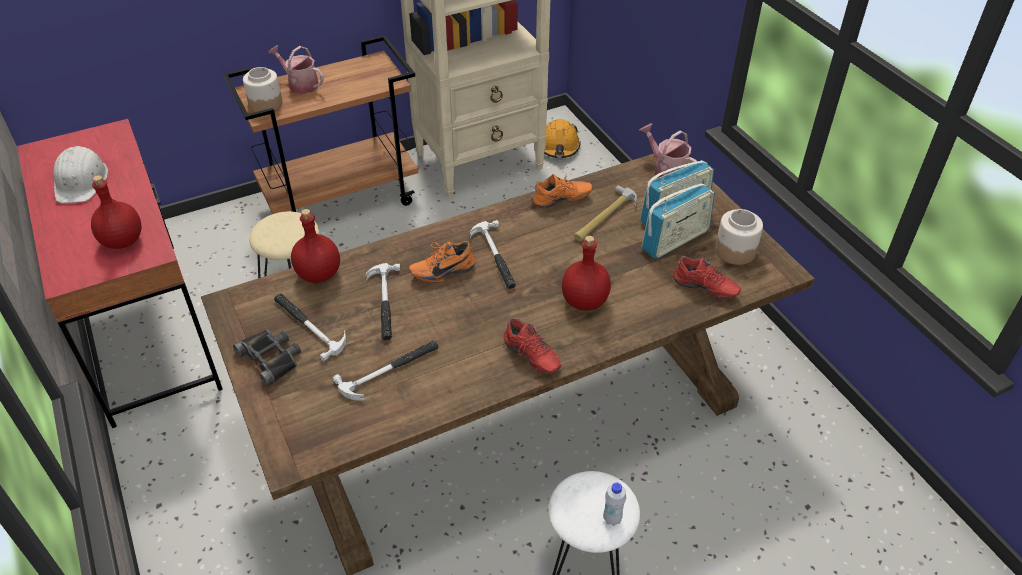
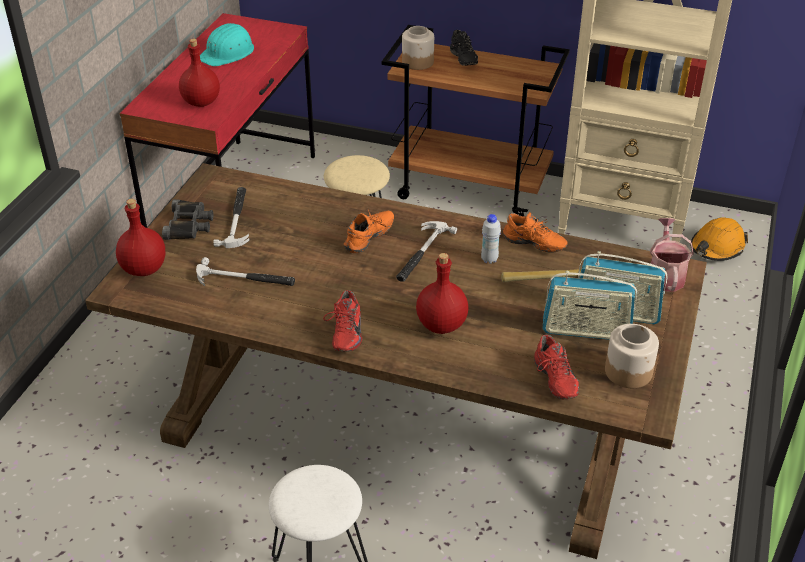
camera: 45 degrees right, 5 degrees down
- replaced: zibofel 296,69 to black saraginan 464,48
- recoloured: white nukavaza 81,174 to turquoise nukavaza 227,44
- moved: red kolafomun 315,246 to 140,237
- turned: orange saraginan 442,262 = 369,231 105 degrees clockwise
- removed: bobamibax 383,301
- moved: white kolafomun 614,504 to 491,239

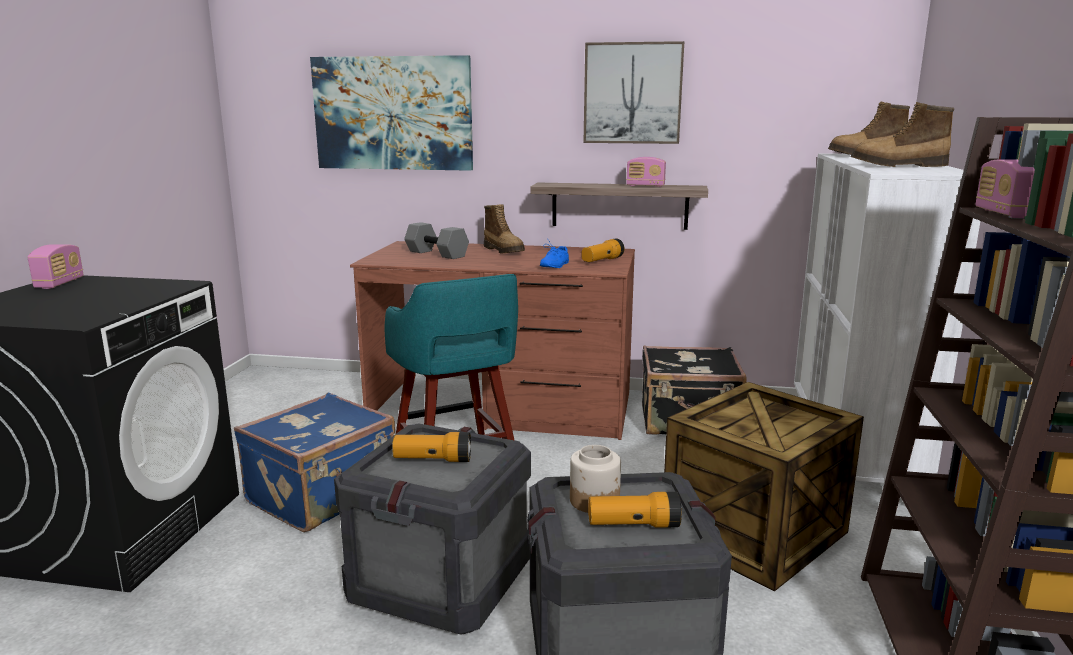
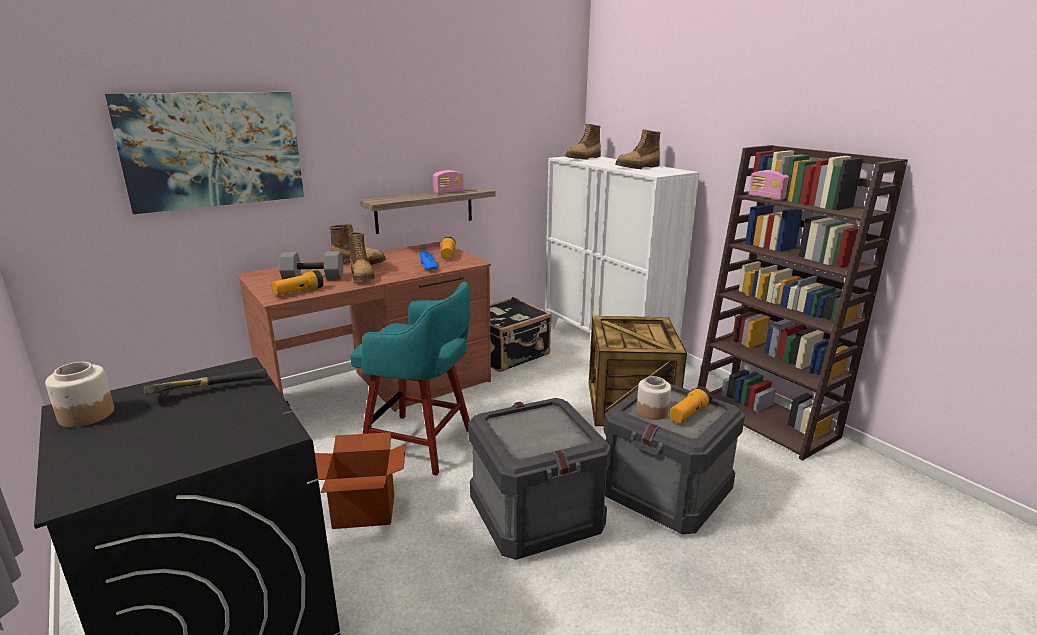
camera: 45 degrees left, 5 degrees up
- removed: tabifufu 633,92
- replaced: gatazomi 55,266 to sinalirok 79,395
- replaced: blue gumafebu 314,462 to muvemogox 360,480
- moved: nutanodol 431,447 to 298,283
- added: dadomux 361,256
- added: bobamibax 205,381

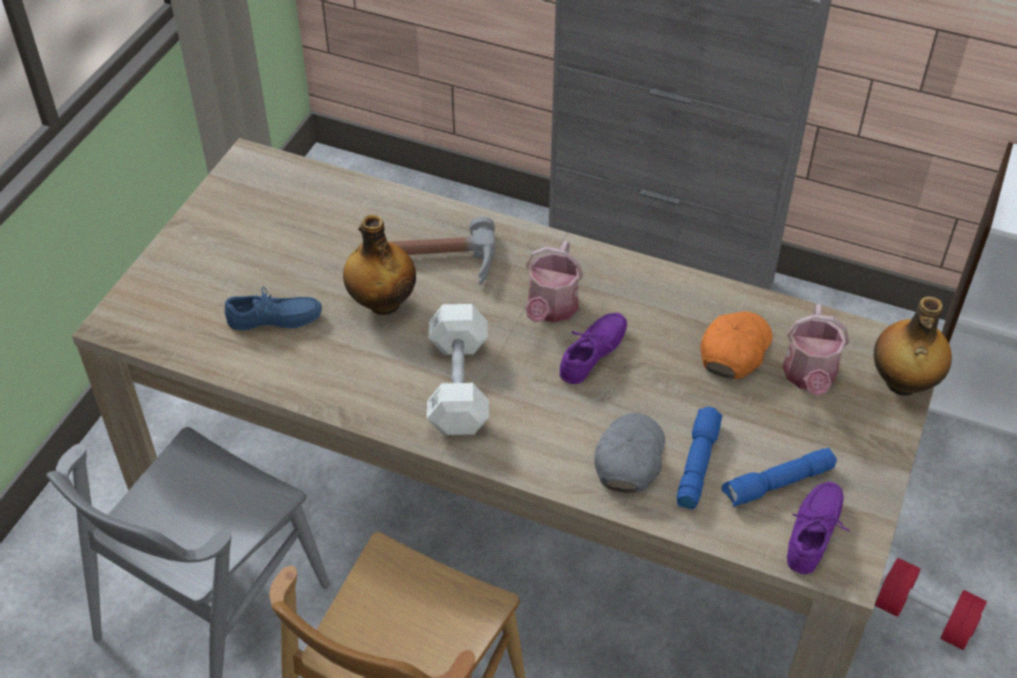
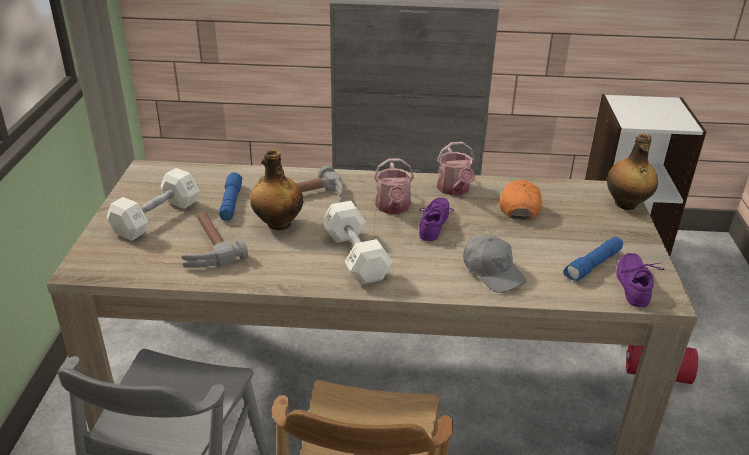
camera: 20 degrees left, 15 degrees down
- replaced: blue saraginan 273,308 to bobamibax 214,240
- moved: zibofel 816,350 to 456,169
- moved: blue nutanodol 700,458 to 230,196
- turned: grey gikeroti 629,453 = 495,264 150 degrees clockwise
- added: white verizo 153,204

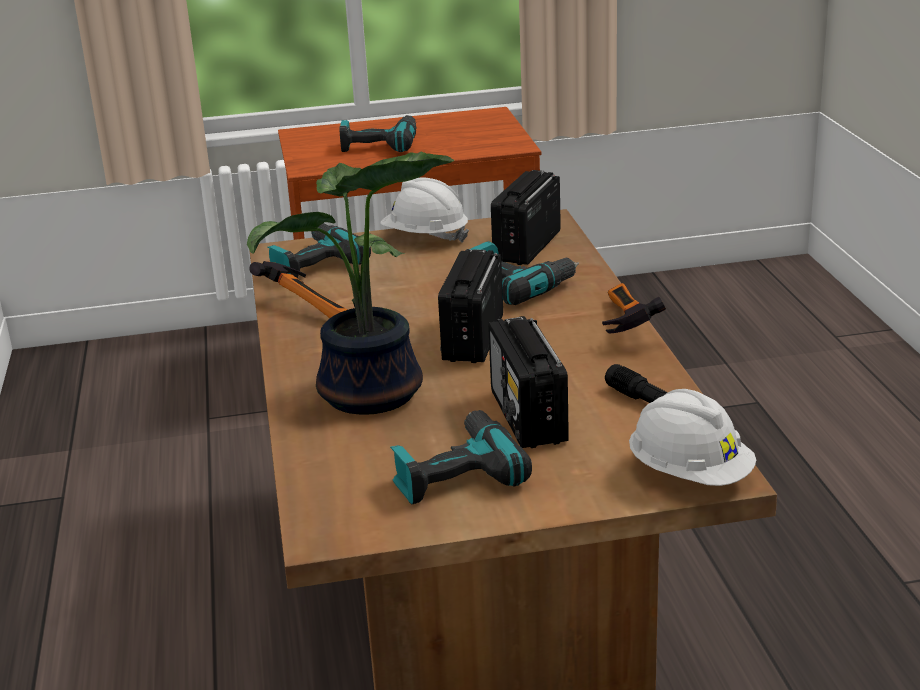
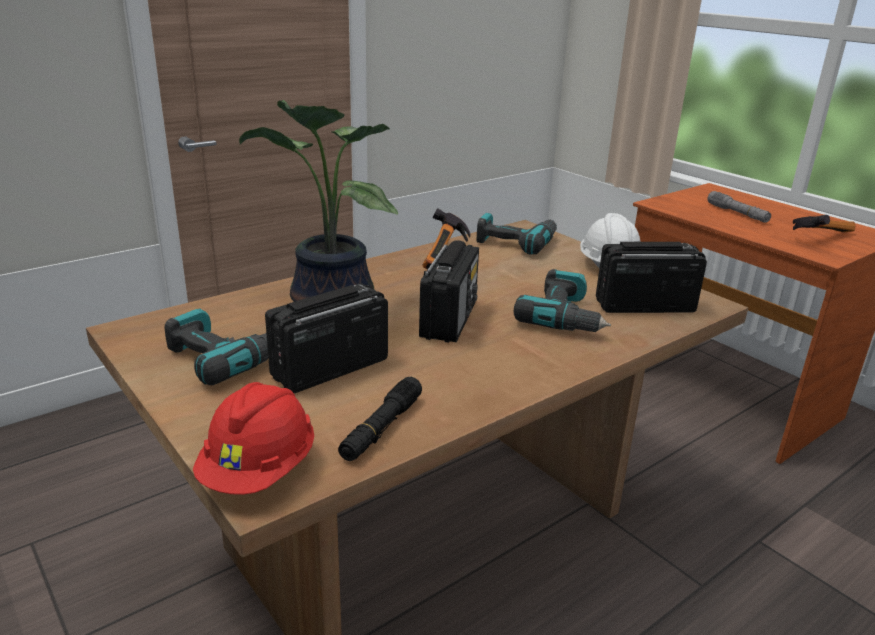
camera: 60 degrees right, 0 degrees up
- replaced: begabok 378,133 to grey nutanodol 739,207
- turned: gatazomi 470,306 = 449,291 120 degrees clockwise
- moved: bobamibax 634,308 to 824,223
- recoloured: white nukavaza 692,437 to red nukavaza 253,438

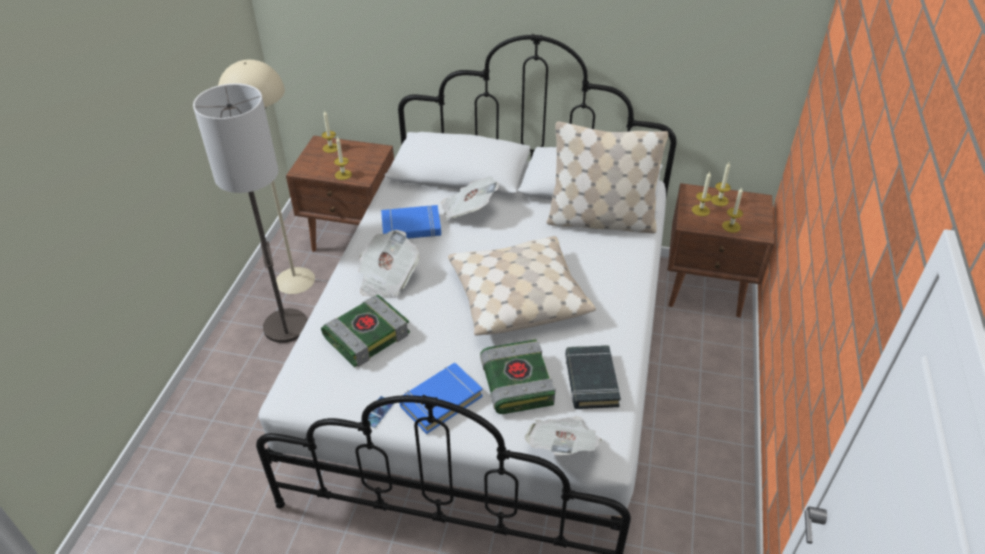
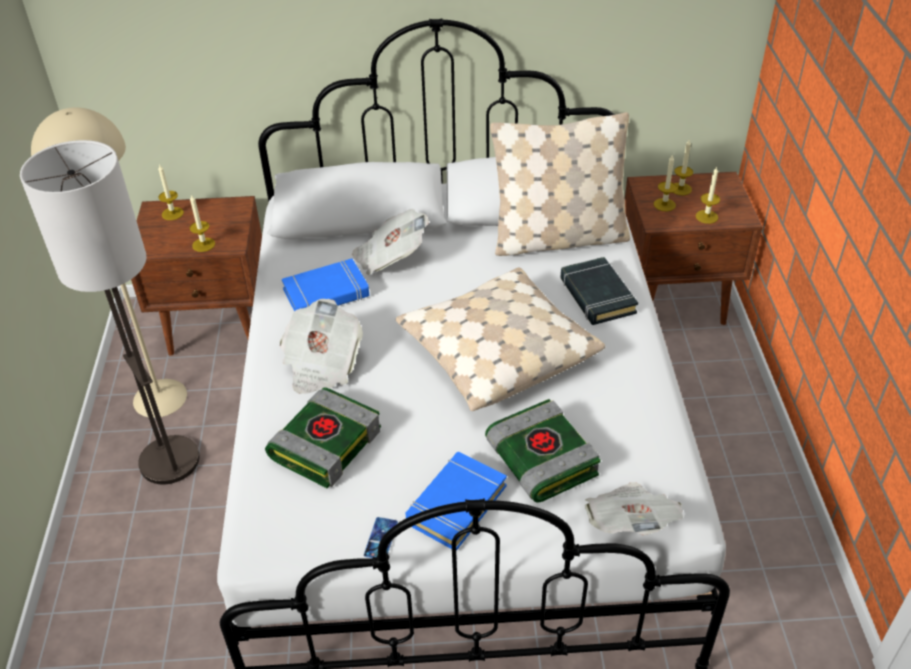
camera: 15 degrees left, 0 degrees up
- moved: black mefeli 593,377 to 599,291

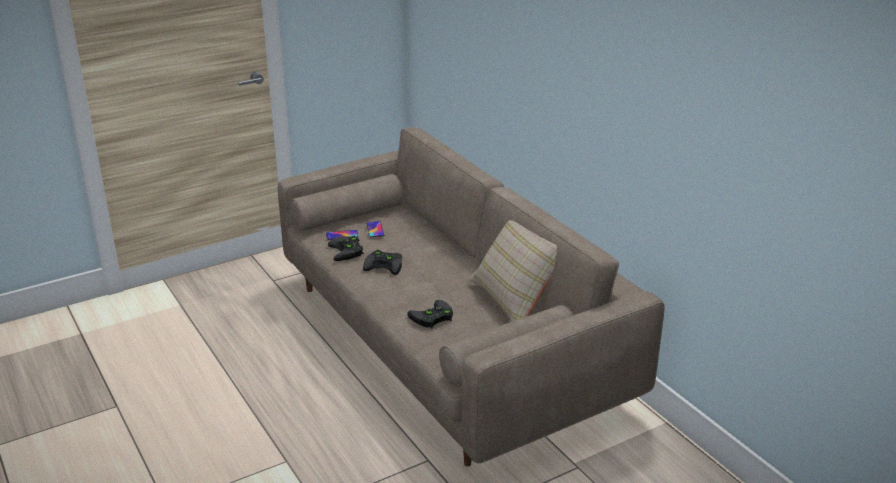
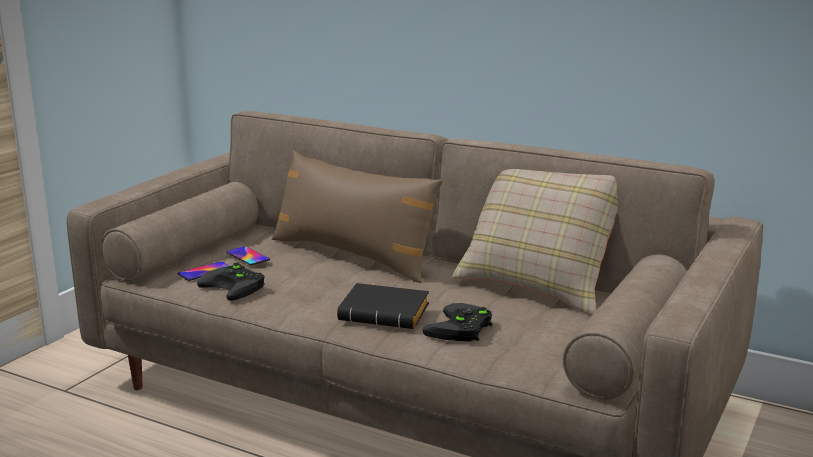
camera: 30 degrees left, 10 degrees down
- removed: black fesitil 382,262
- added: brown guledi 357,216
- added: black mefeli 383,306

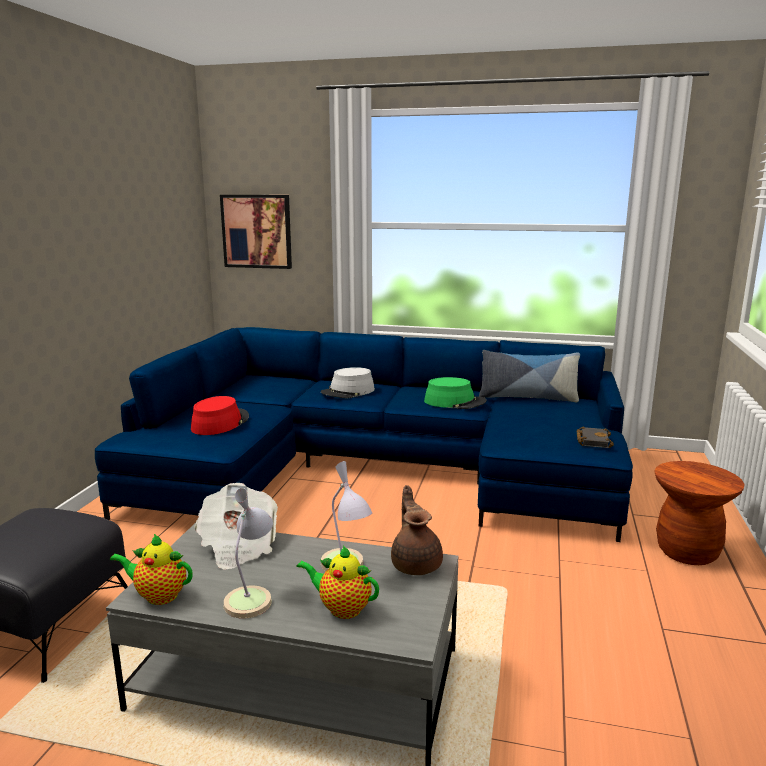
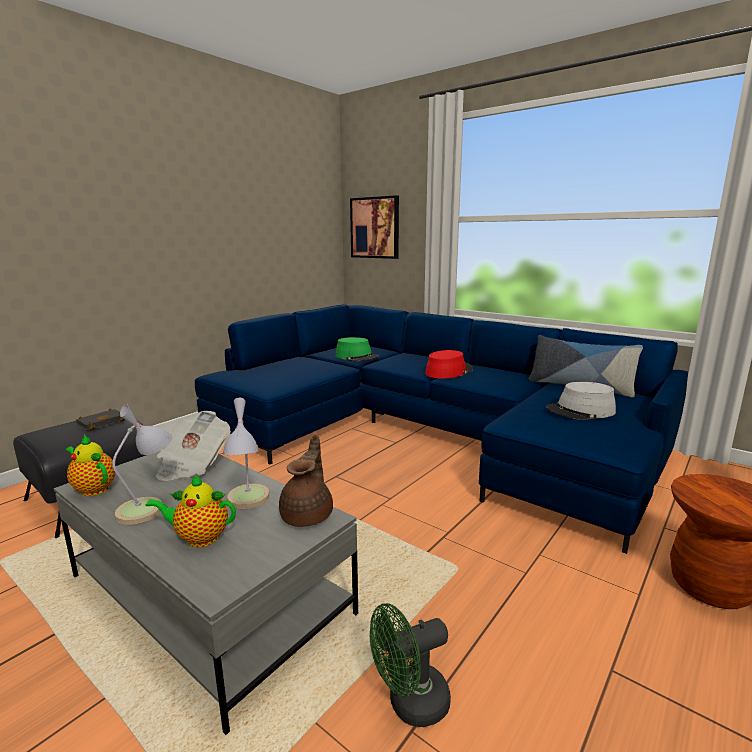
camera: 25 degrees right, 0 degrees up
- moved: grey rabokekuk 348,382 to 581,401
- moved: green rabokekuk 455,393 to 357,349
- moved: red rabokekuk 220,415 to 449,364
- moved: black mefeli 595,437 to 100,419
- turned: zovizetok 337,582 = 190,511 45 degrees counterclockwise
- added: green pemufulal 410,665

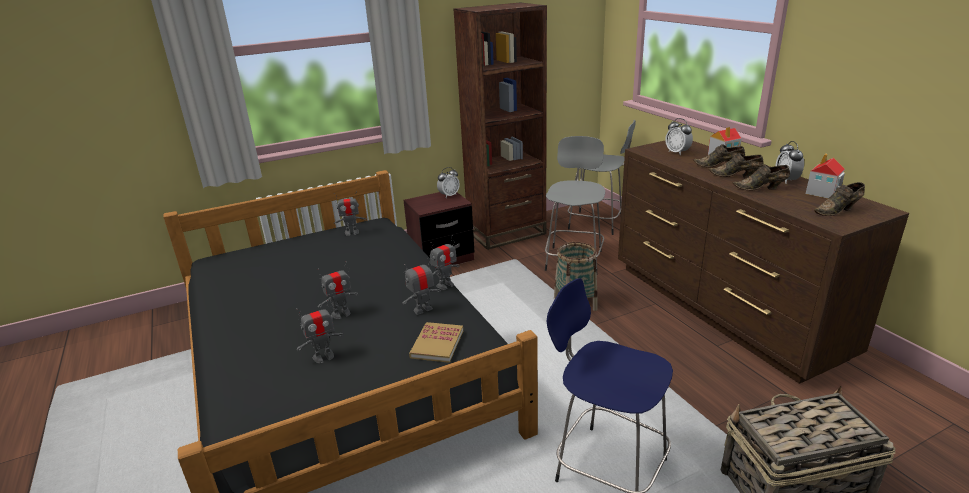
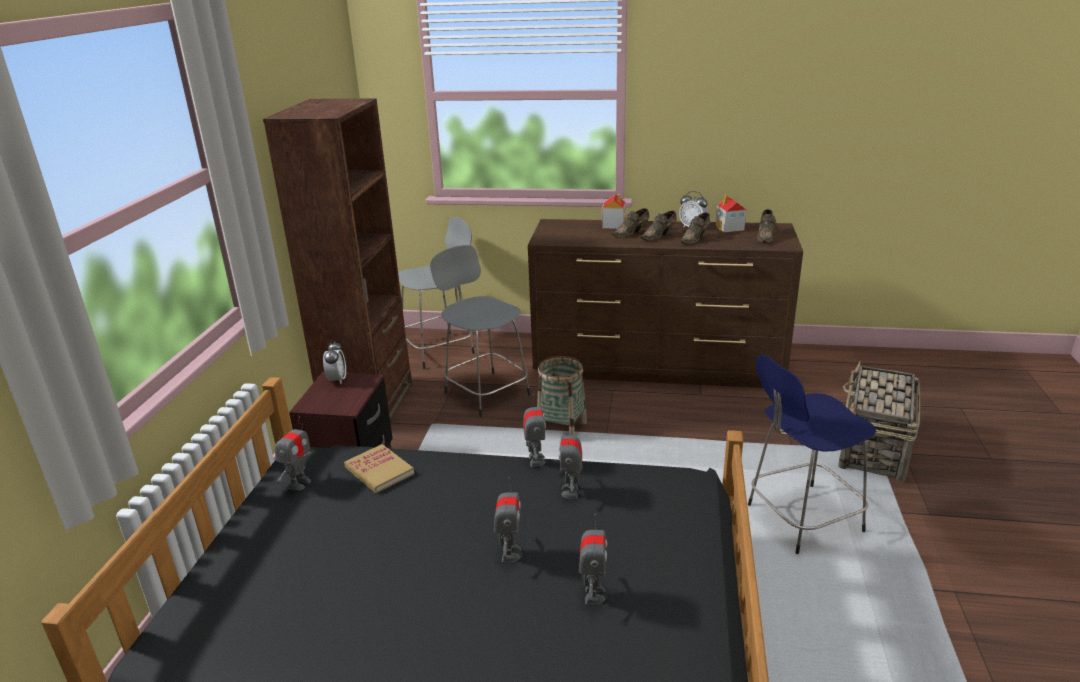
camera: 55 degrees left, 0 degrees up
- removed: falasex 679,136
- moved: mefeli 436,342 to 379,468

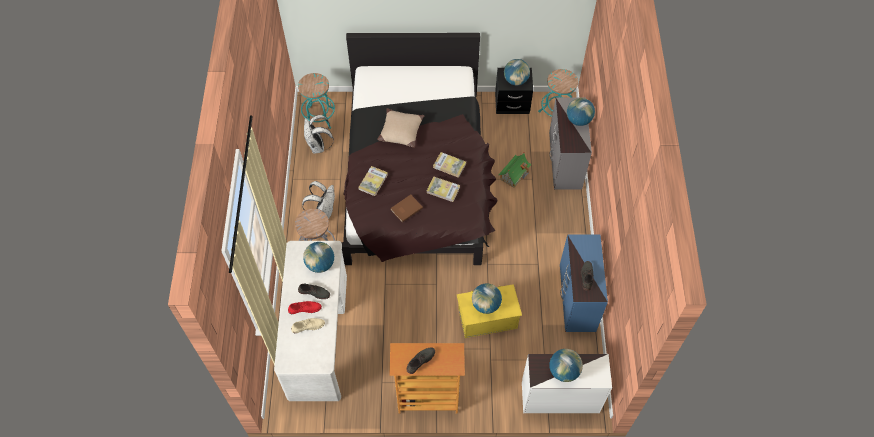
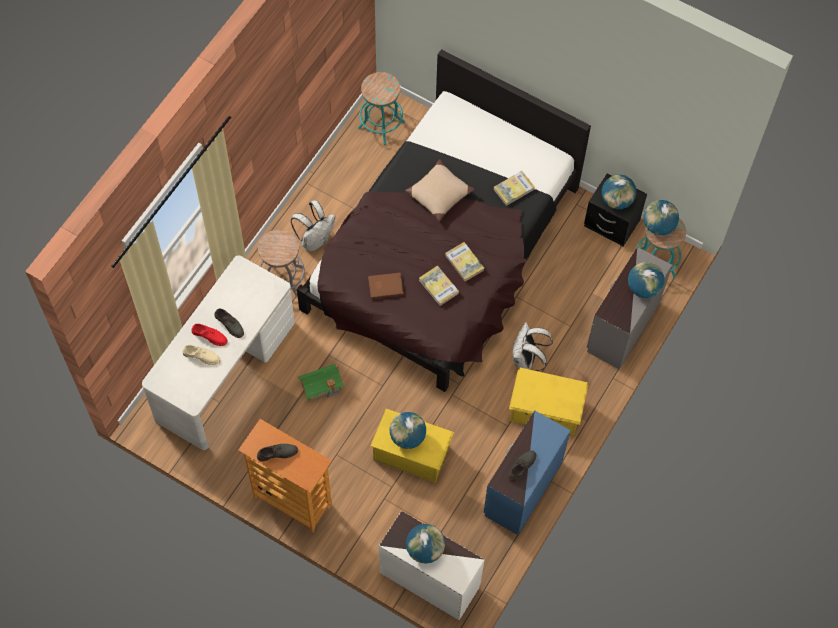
camera: 30 degrees right, 5 degrees up
- moved: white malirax 319,134 to 532,346
- moved: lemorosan 515,170 to 321,382
- moved: mefeli 373,181 to 514,188
- moved: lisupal 318,257 to 661,217
- added: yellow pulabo 548,401

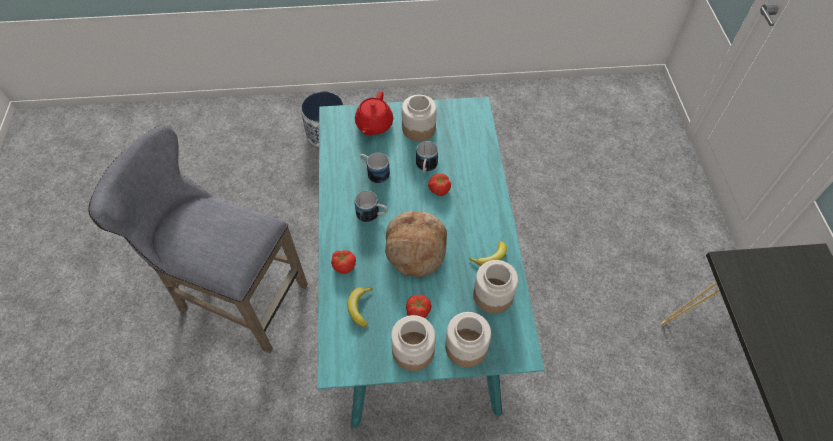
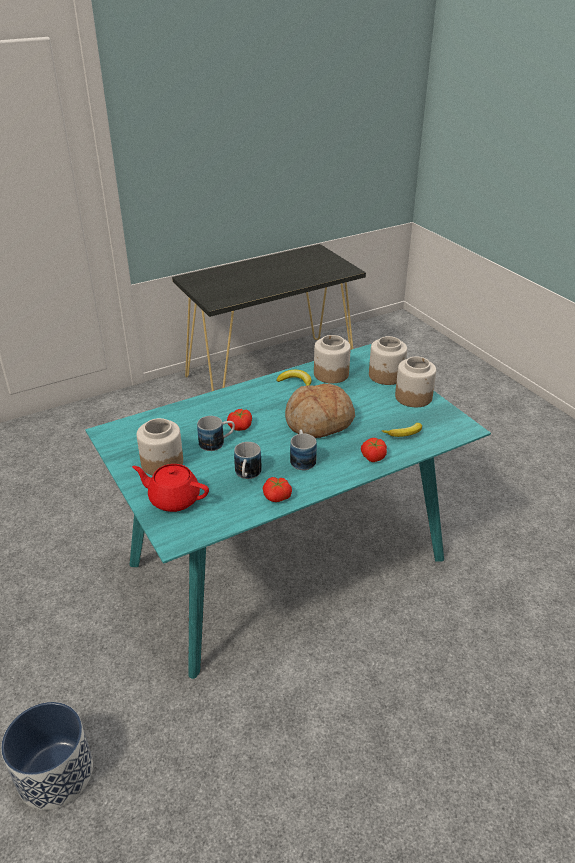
camera: 115 degrees left, 20 degrees down
- turned: red zovizetok 374,113 = 170,488 150 degrees counterclockwise
- removed: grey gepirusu 198,239
- moved: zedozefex 418,306 to 277,489

